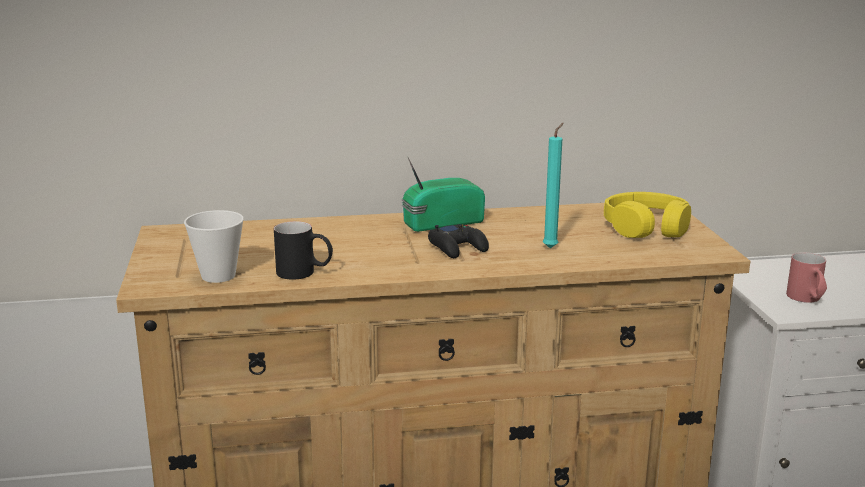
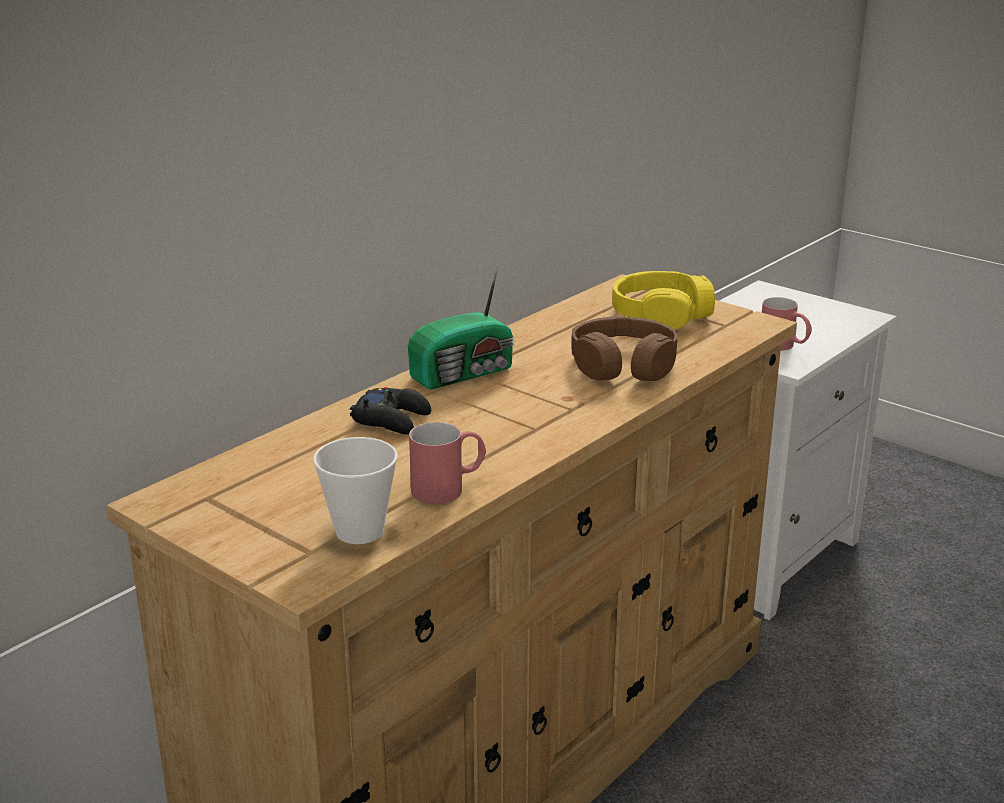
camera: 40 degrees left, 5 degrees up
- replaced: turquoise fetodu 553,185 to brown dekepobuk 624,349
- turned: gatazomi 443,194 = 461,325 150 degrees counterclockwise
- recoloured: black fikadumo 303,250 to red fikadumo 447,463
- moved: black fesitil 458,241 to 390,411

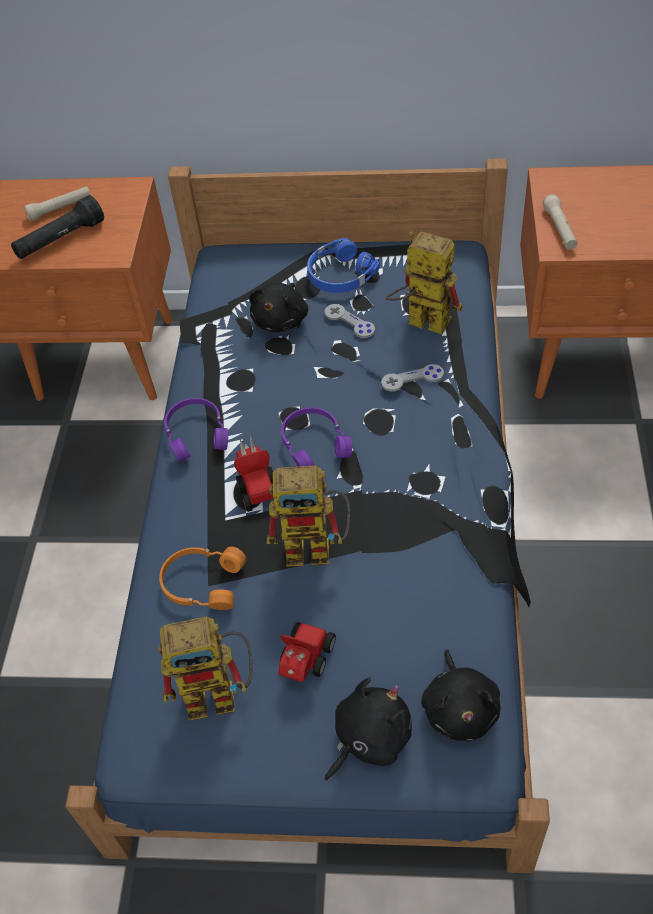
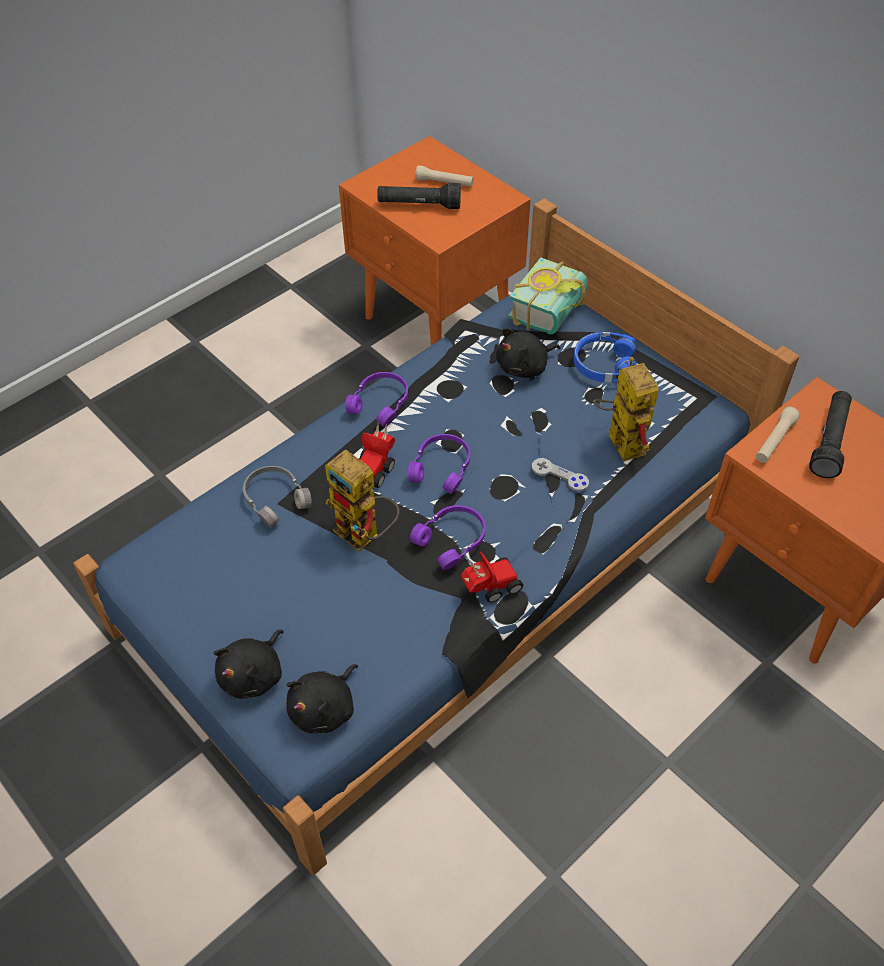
camera: 40 degrees right, 0 degrees up
- removed: grey fesitil 350,321
- recoloured: orange dekepobuk 202,578 to grey dekepobuk 277,497
- removed: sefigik 205,669
- moved: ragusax 307,652 to 492,576
- turned: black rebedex 368,729 = 248,664 120 degrees clockwise
- added: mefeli 548,295
- added: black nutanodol 830,434
- added: purple dekepobuk 447,537

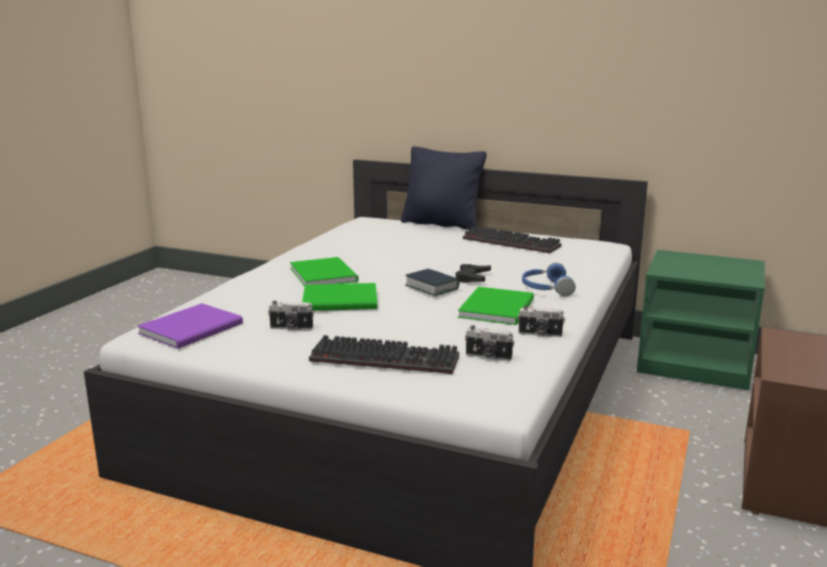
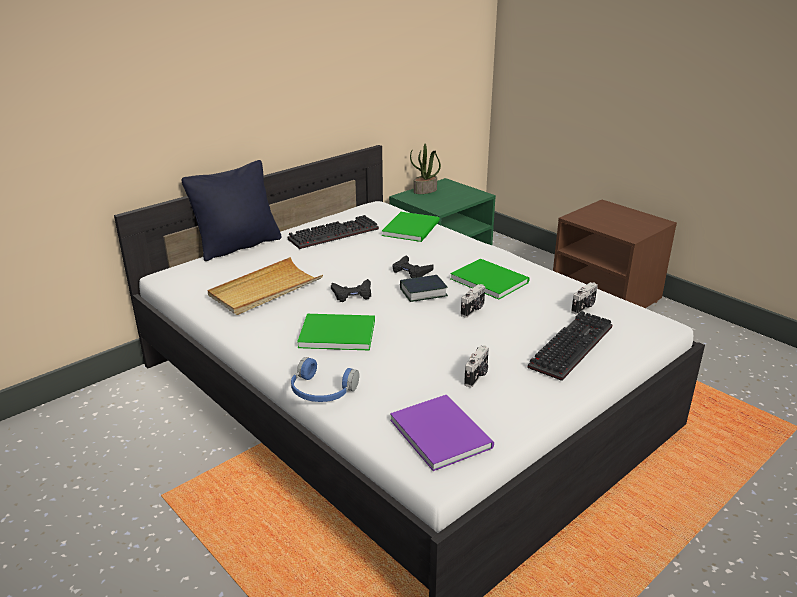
camera: 65 degrees left, 10 degrees up
- moved: blue dekepobuk 549,280 to 325,379
- moved: green mefeli 339,297 to 411,227
- moved: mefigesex 541,321 to 473,301
- added: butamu 425,169
- added: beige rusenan 265,286
- added: black fesitil 351,290

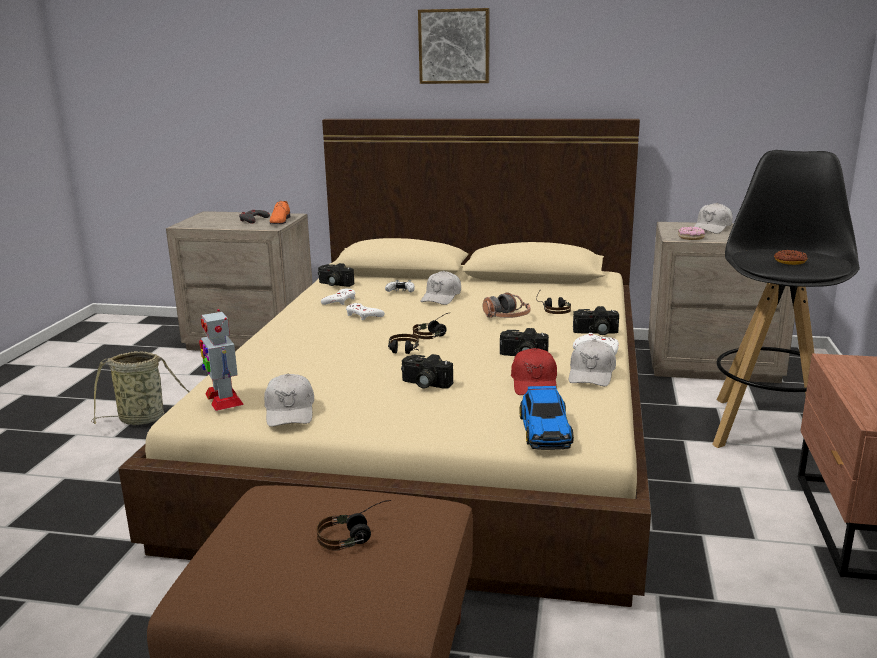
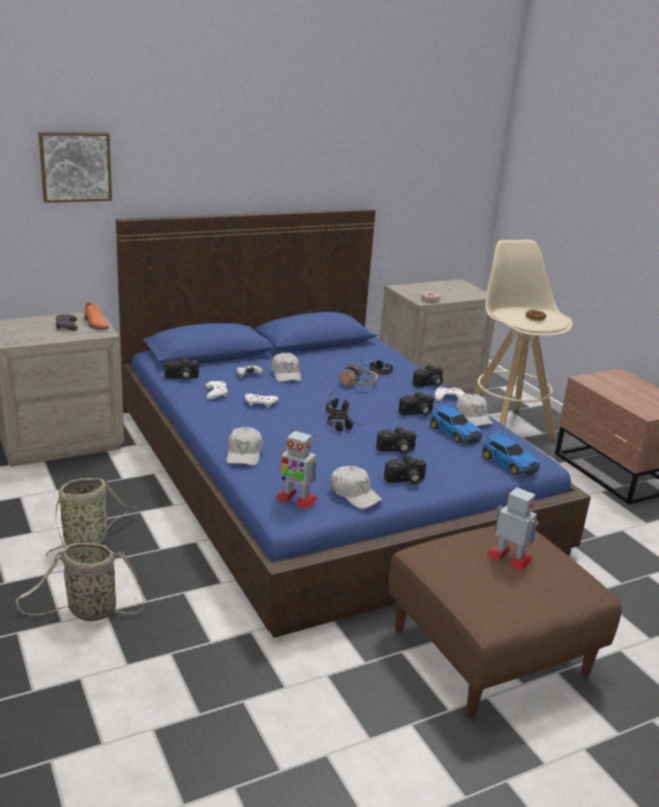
camera: 40 degrees left, 5 degrees up
- moved: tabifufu 454,46 to 75,167
- recoloured: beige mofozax 384,363 to blue mofozax 353,423
- recoloured: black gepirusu 786,299 to beige gepirusu 523,340
- moved: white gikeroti 713,218 to 245,446
- replaced: red gikeroti 534,371 to ragusax 456,424
- replaced: dekepobuk 353,525 to sefigik 513,529
- added: mefigesex 405,470
- added: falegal 80,582

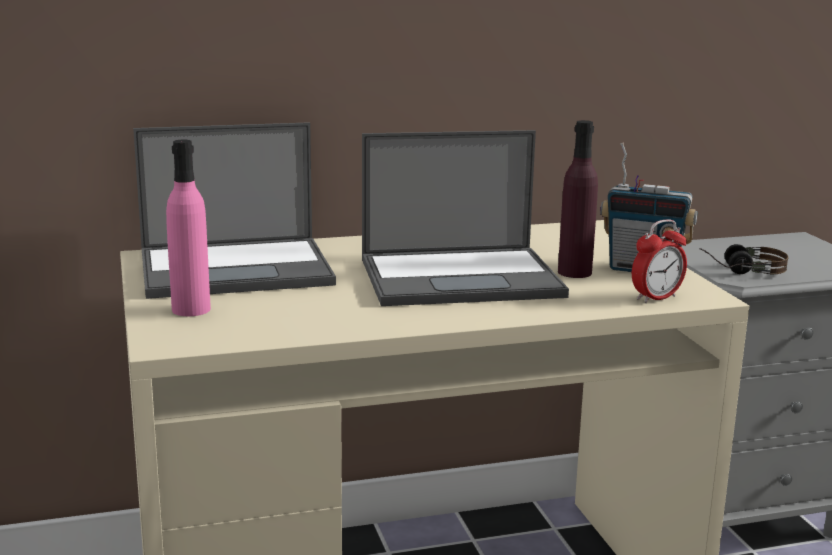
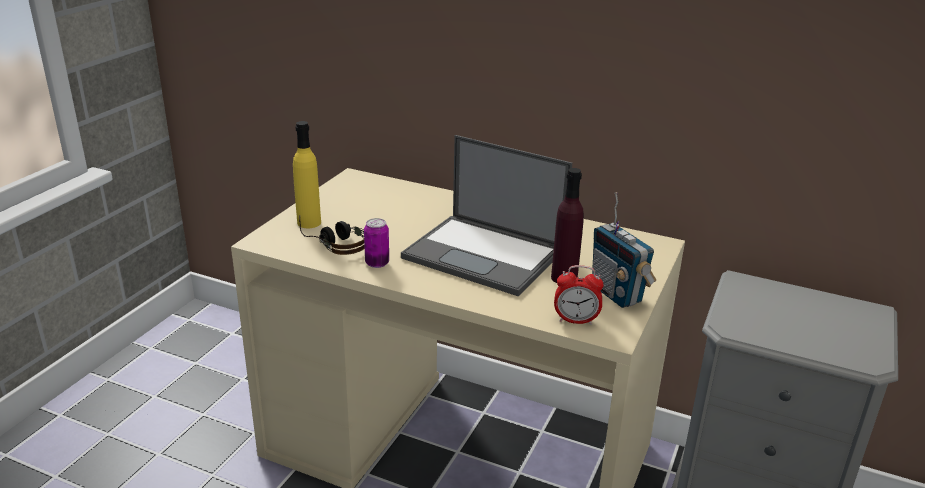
camera: 40 degrees right, 10 degrees up
- removed: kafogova 234,210
- recoloured: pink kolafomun 188,228 to yellow kolafomun 307,174
- moved: dekepobuk 744,259 to 332,235
- added: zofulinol 376,243

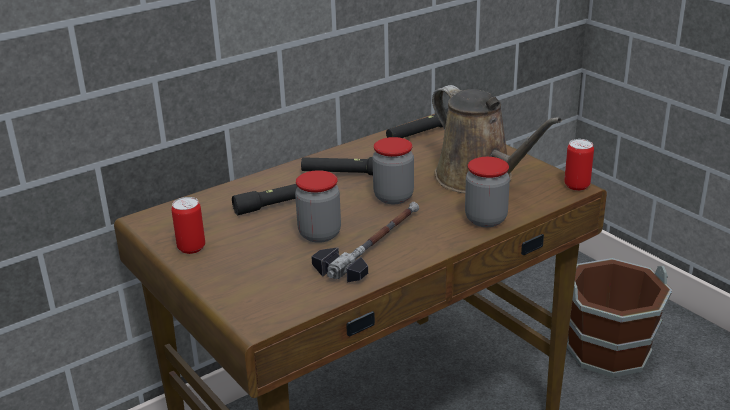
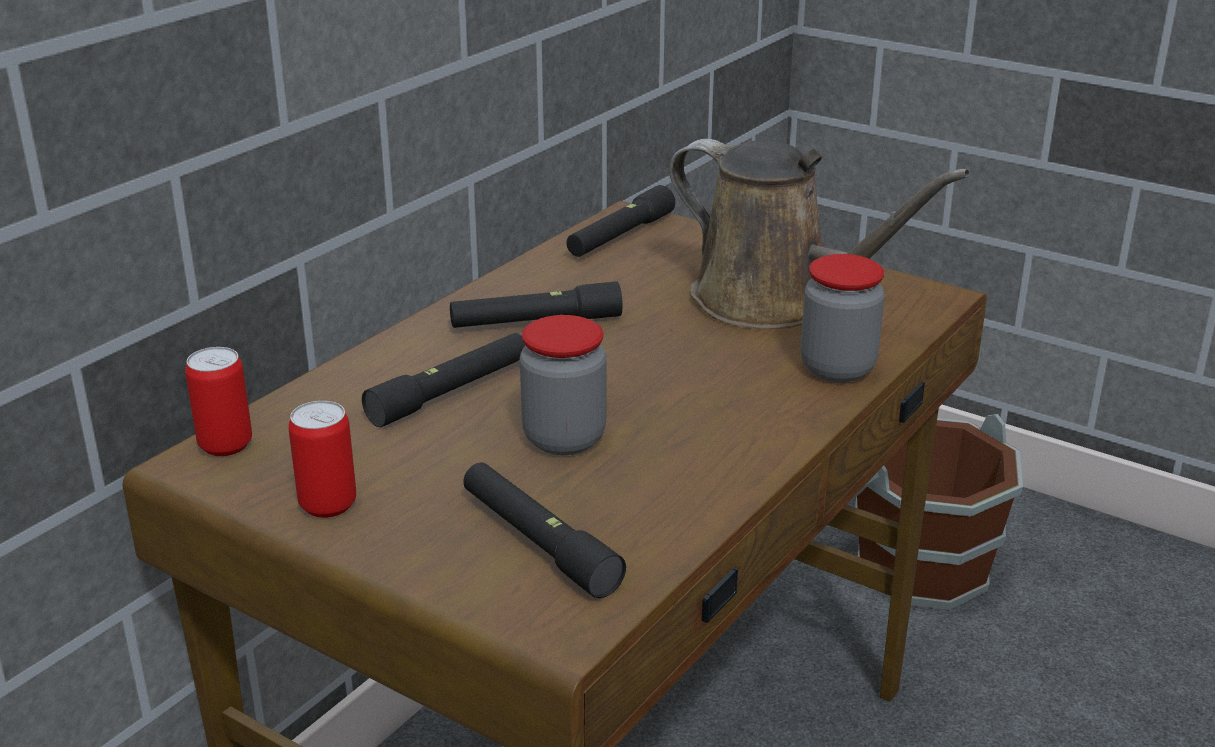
camera: 20 degrees left, 0 degrees up
- removed: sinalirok 393,170
- moved: zofulinol 579,165 to 218,401
- removed: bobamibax 365,242
- added: black nutanodol 544,530

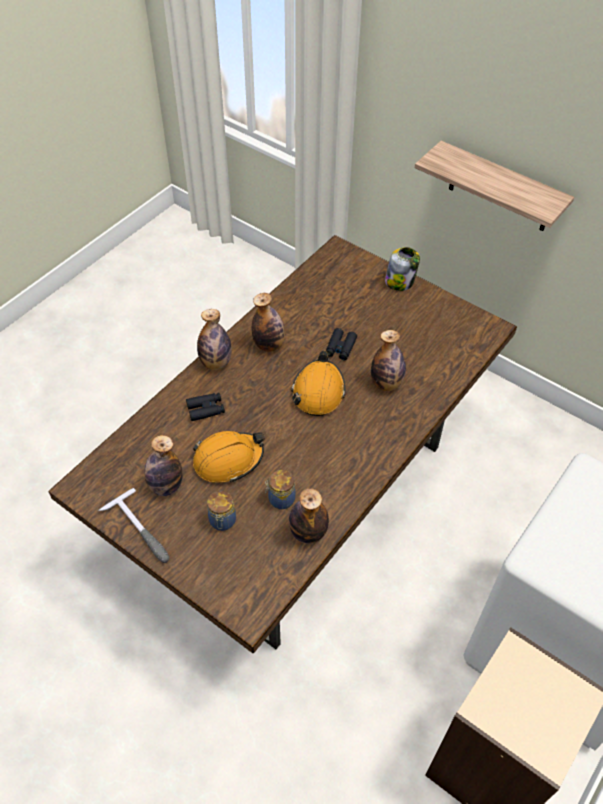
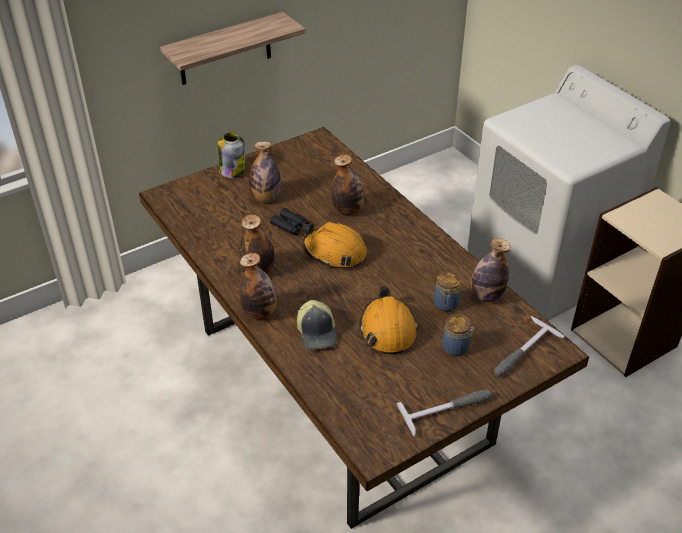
camera: 70 degrees left, 10 degrees down
- replaced: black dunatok 205,407 to gikeroti 317,325
- moved: kolafomun 163,465 to 265,171
- added: bobamibax 529,346

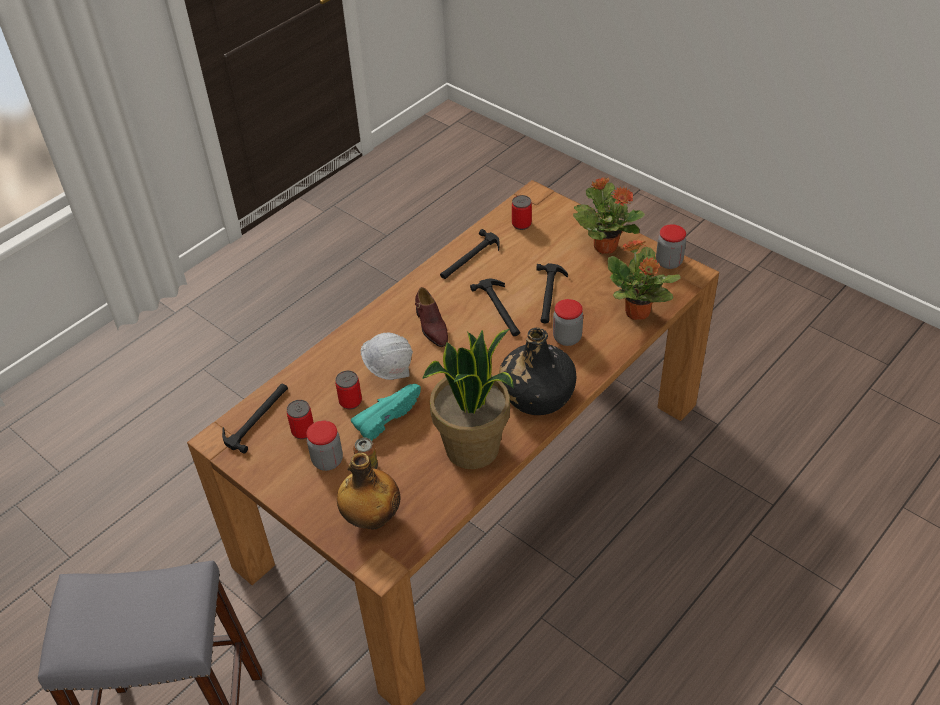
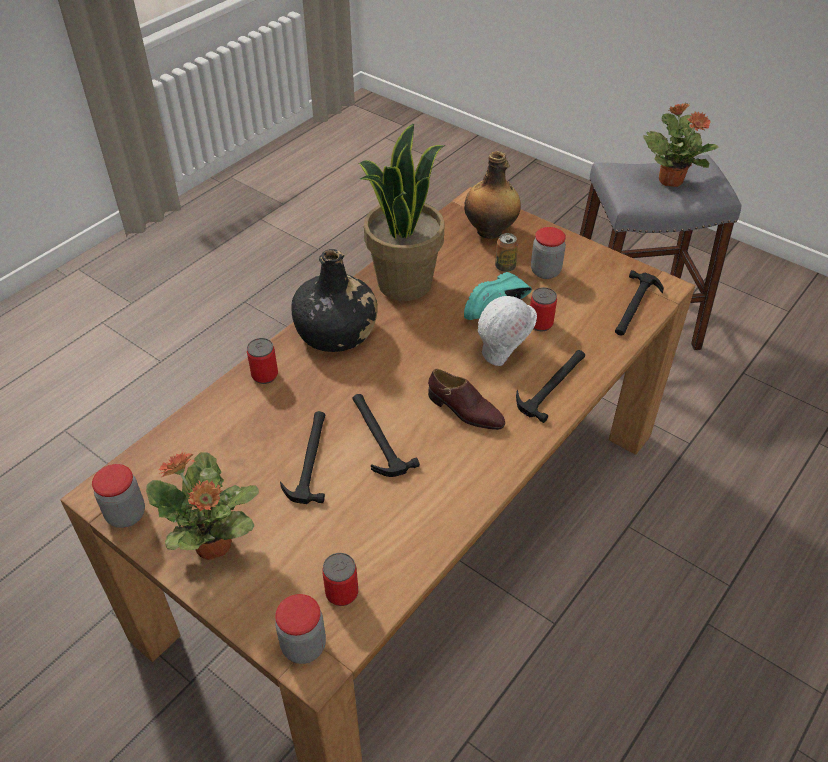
camera: 175 degrees right, 0 degrees up
- moved: bobamibax 469,254 to 550,386
- moved: butamu 644,279 to 680,145
- turned: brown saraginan 431,317 = 466,399 150 degrees clockwise
- moved: sinalirok 568,322 to 300,629
- moved: zofulinol 300,419 to 262,361

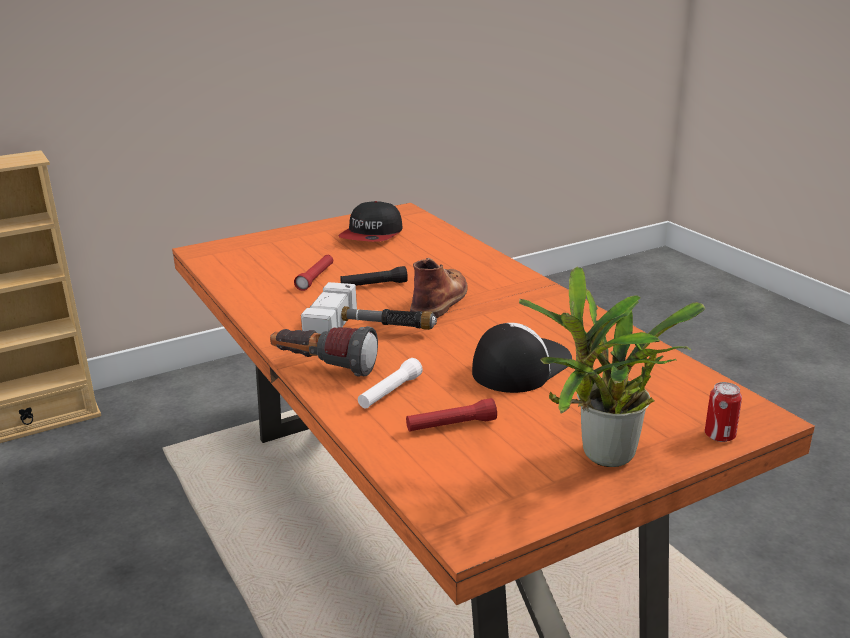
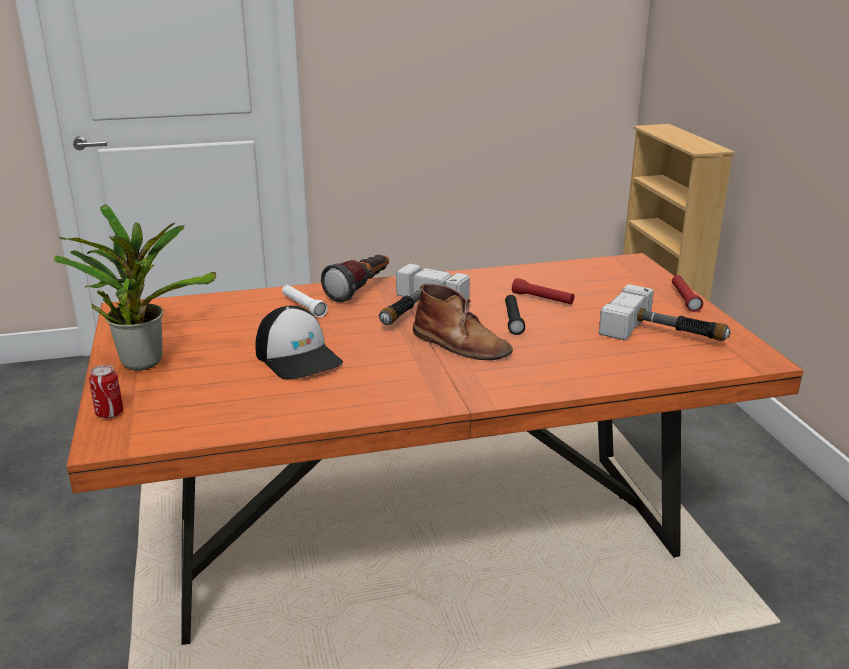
camera: 105 degrees right, 0 degrees up
- replaced: gikeroti 370,221 to bobamibax 665,312
- moved: red nutanodol 451,415 to 687,293

